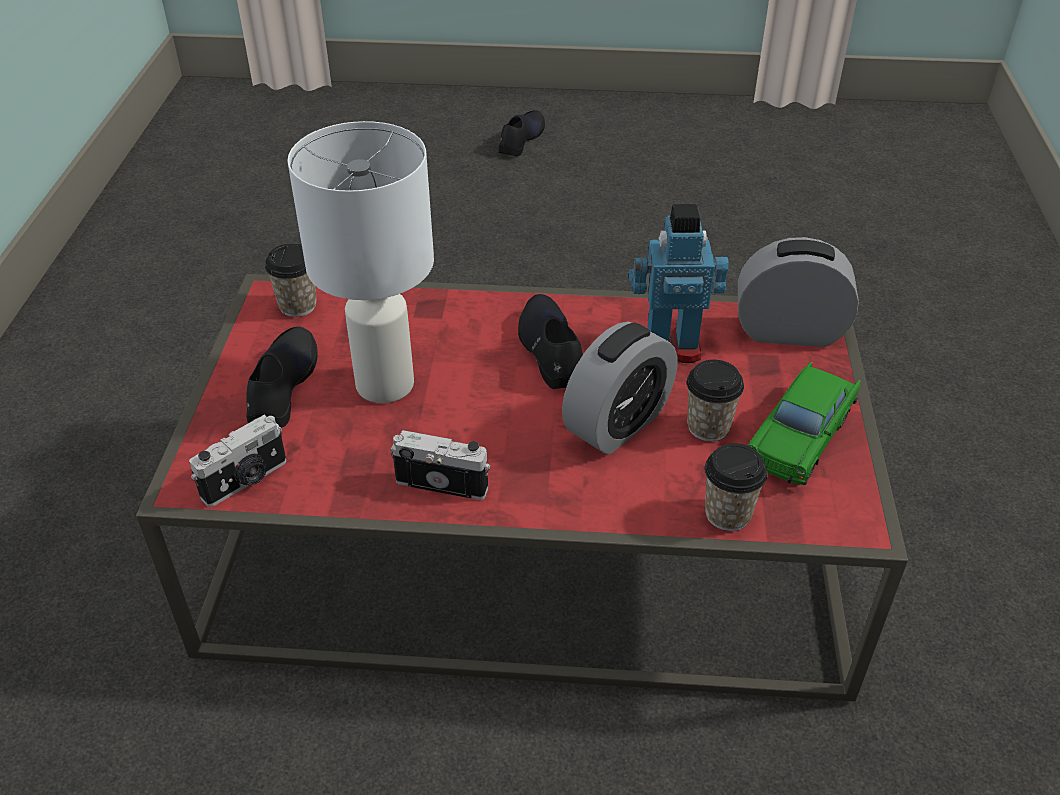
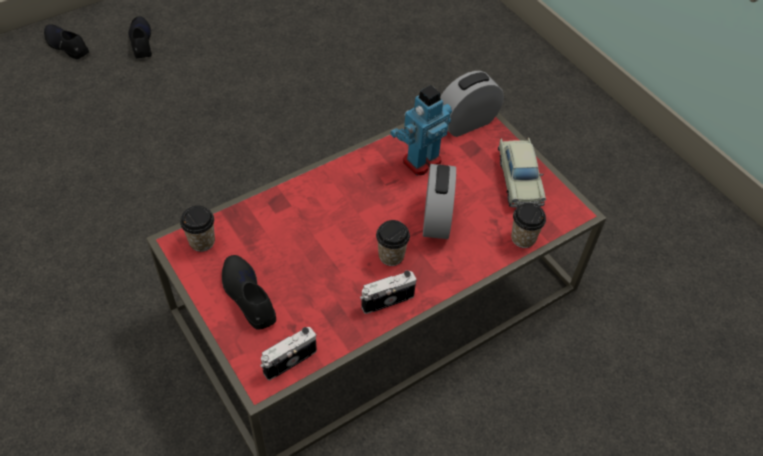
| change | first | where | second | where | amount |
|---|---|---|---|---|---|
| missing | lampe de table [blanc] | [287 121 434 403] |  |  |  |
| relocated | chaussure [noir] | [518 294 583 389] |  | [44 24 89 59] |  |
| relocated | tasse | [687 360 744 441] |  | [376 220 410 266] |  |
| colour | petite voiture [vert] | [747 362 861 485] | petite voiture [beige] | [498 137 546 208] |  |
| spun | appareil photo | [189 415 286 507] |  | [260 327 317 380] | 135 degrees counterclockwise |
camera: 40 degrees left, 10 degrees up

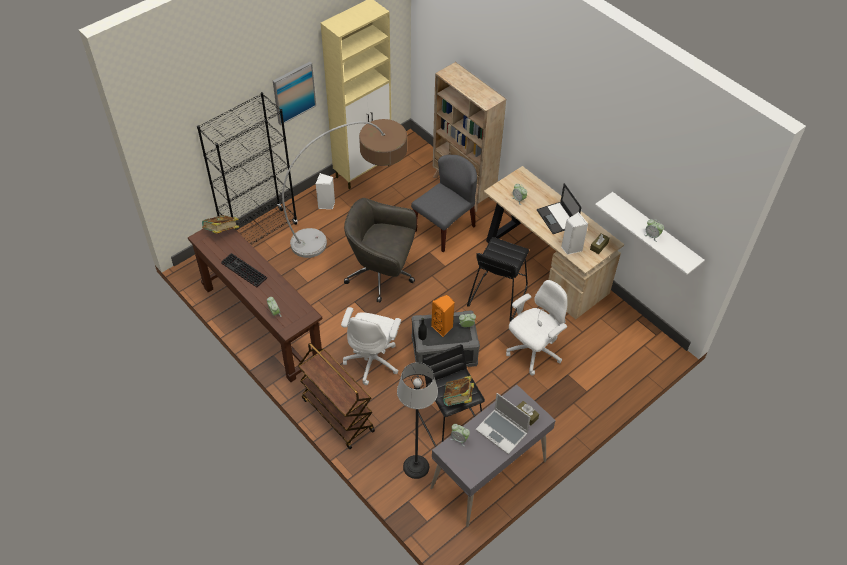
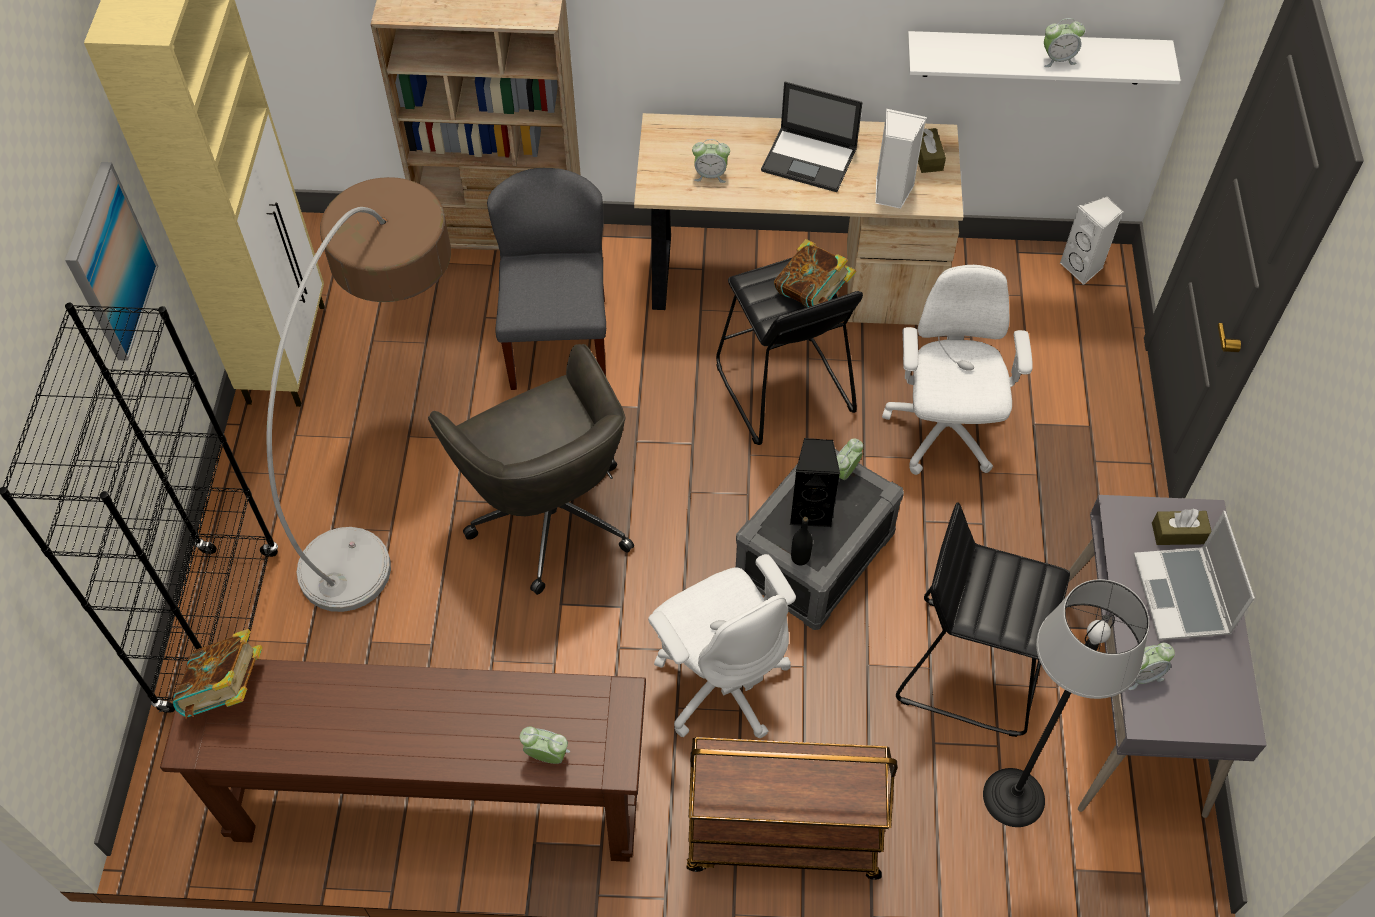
| change | first | where | second | where | amount |
|---|---|---|---|---|---|
| missing | clavier | [221 253 267 287] |  |  |  |
| relocated | enceinte [blanc] | [316 173 335 209] |  | [1060 196 1123 285] |  |
| relocated | livre | [443 376 474 406] |  | [774 239 856 307] |  |
| colour | enceinte [orange] | [431 295 455 337] | enceinte [noir] | [790 438 840 528] |  |
| spun | chaise de bureau [gris] | [344 198 417 302] |  | [428 344 634 595] | 90 degrees counterclockwise |
| spun | ordinateur portable | [476 393 531 454] |  | [1133 511 1255 640] | 90 degrees clockwise |
camera: 45 degrees left, 5 degrees up

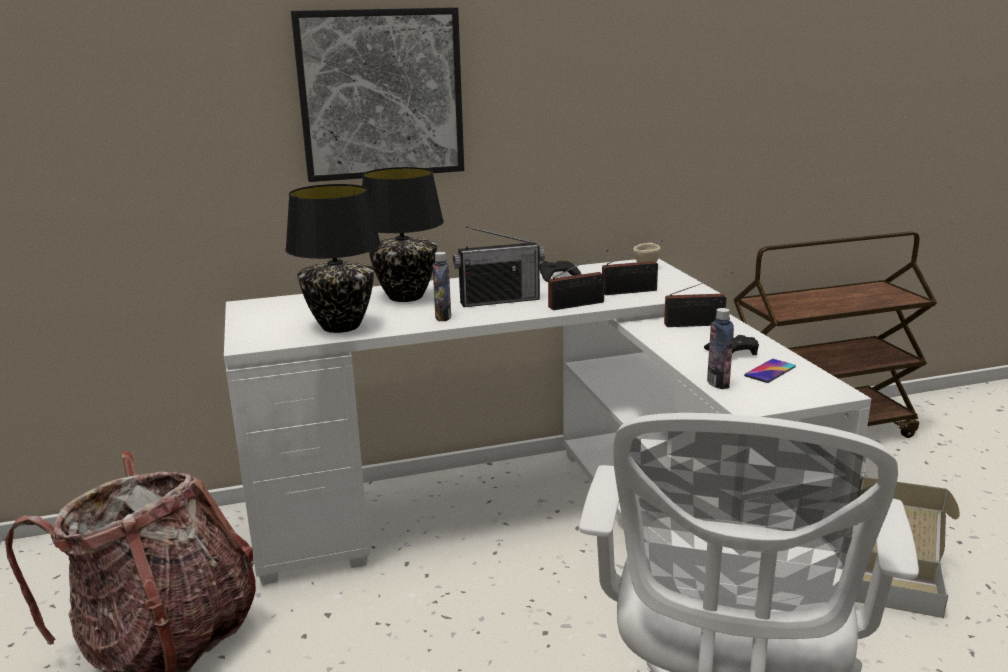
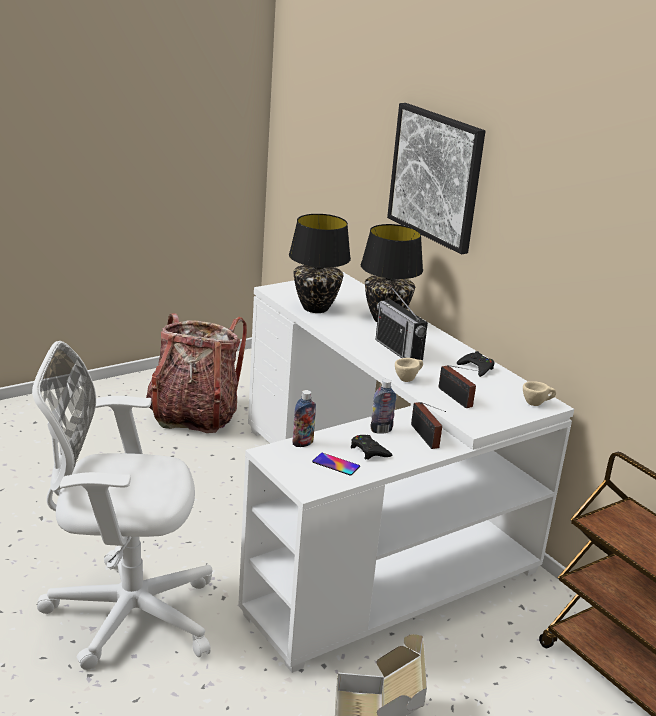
| change | first | where | second | where | amount |
|---|---|---|---|---|---|
| relocated | bouteille | [433 252 451 321] |  | [370 379 396 434] |  |
| exchanged | radio | [548 250 608 310] | tasse [beige] | [395 358 423 382] |  |
camera: 70 degrees right, 5 degrees up

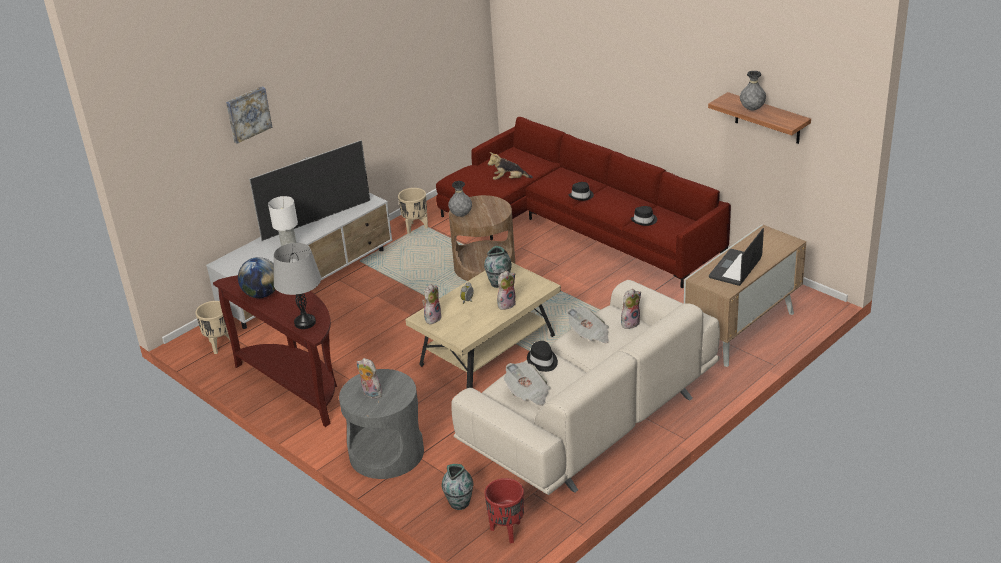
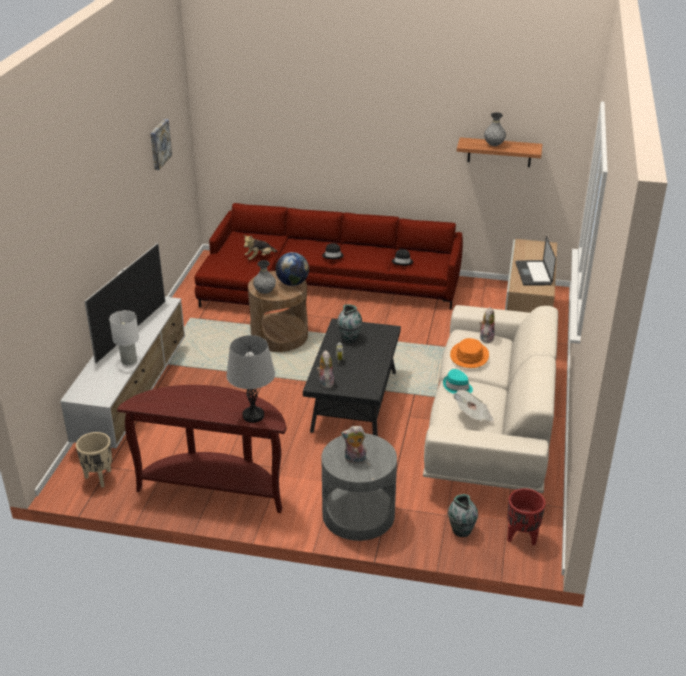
| change | first | where | second | where | amount |
|---|---|---|---|---|---|
| missing | cache-pot [beige] | [398 188 428 234] |  |  |  |
| missing | peluche | [497 271 516 310] |  |  |  |
| relocated | tableau | [226 87 272 144] |  | [150 119 172 170] |  |
| relocated | globe | [238 257 276 298] |  | [276 252 309 286] |  |
| exchanged | journal | [567 307 609 343] | chapeau [orange] | [450 338 489 368] |  |
| colour | table basse [beige] | [405 262 561 389] | table basse [noir] | [303 319 401 436] |  |
| colour | chapeau [noir] | [527 341 558 372] | chapeau [turquoise] | [443 369 473 394] |  |
camera: 35 degrees left, 0 degrees up

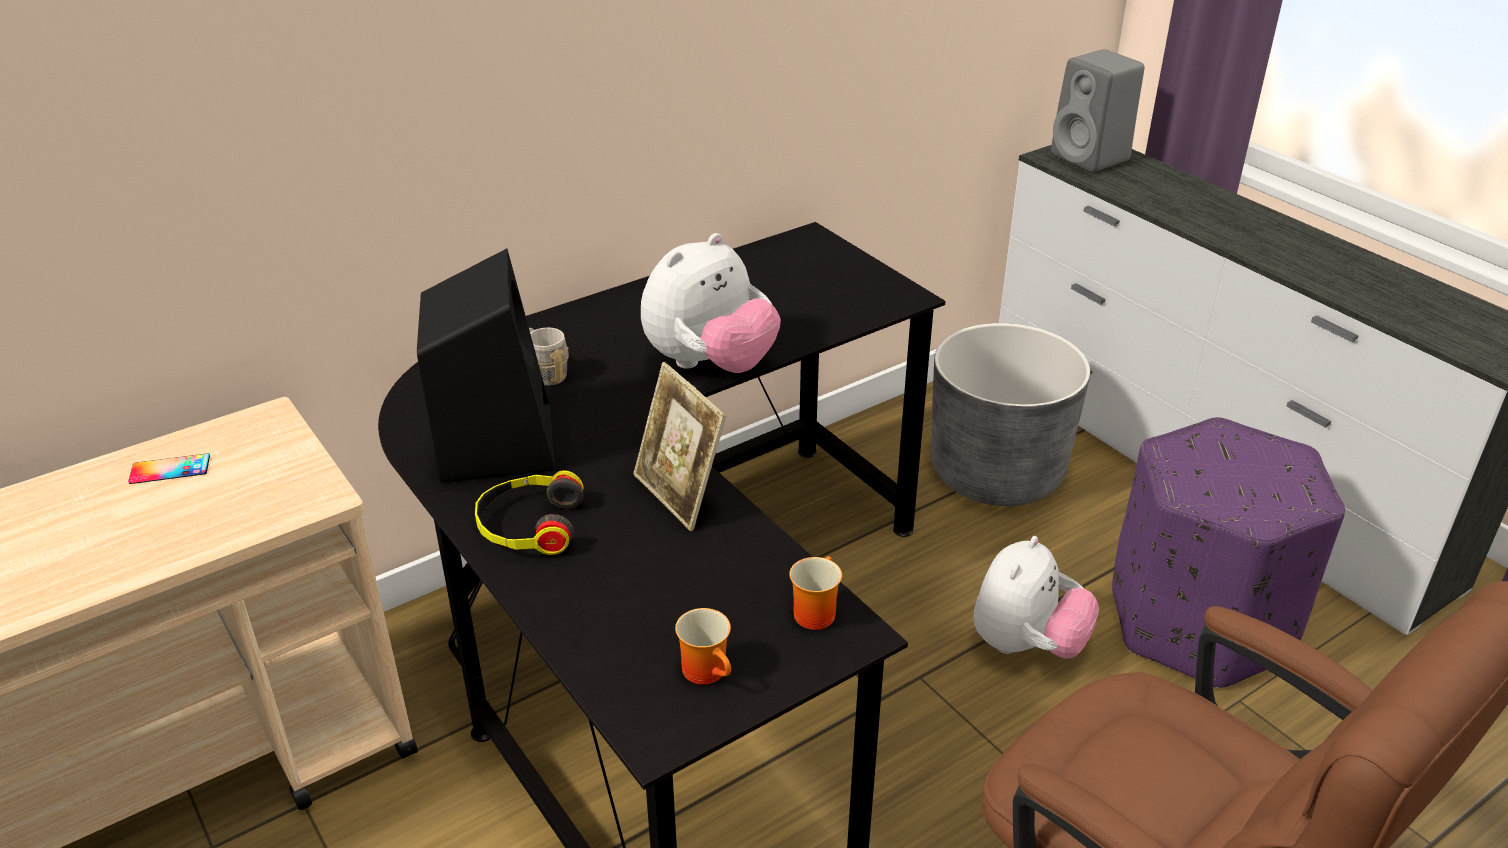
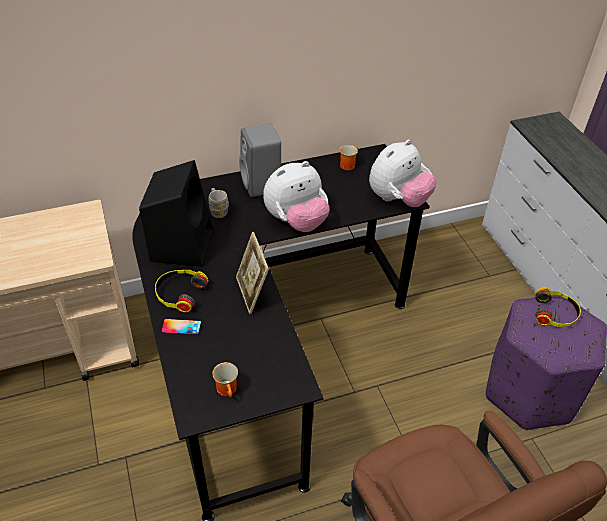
| change | first | where | second | where | amount |
|---|---|---|---|---|---|
| missing | cache-pot [gris] | [931 323 1090 506] |  |  |  |
| appeared |  |  | casque audio | [535 287 581 327] |  |
| relocated | téléphone | [128 453 210 484] |  | [161 319 201 335] |  |
| relocated | mug | [789 556 842 630] |  | [340 145 358 170] |  |
| relocated | peluche | [974 536 1099 659] |  | [369 140 437 207] |  |
| relocated | enceinte [gris] | [1051 49 1145 172] |  | [239 123 281 197] |  |
camera: 15 degrees right, 10 degrees up

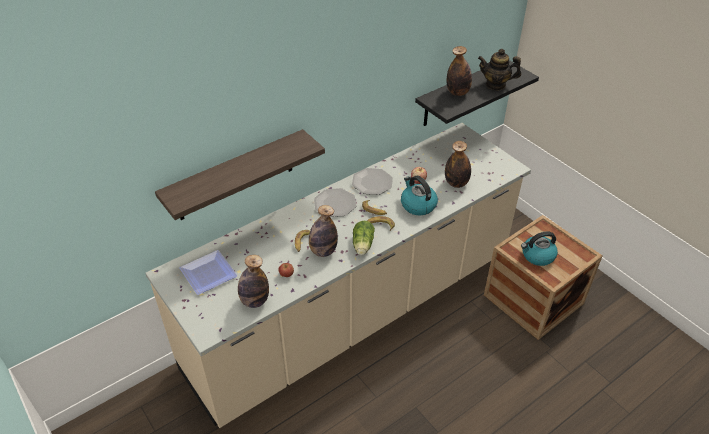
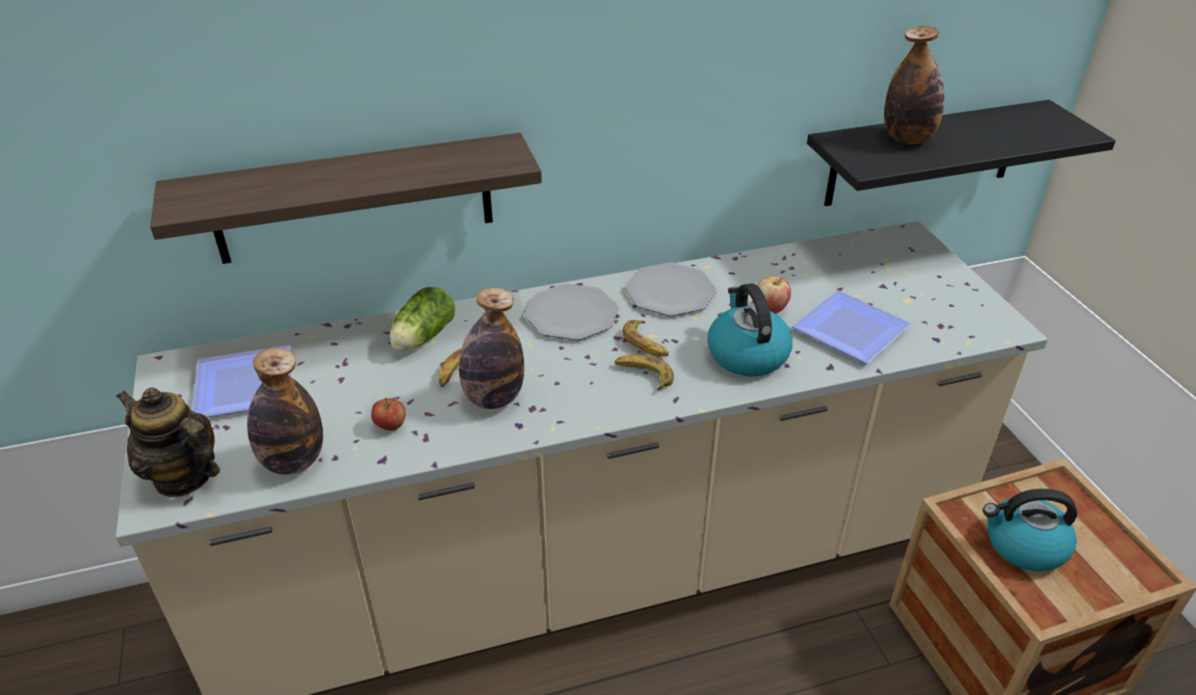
| change | first | where | second | where | amount |
|---|---|---|---|---|---|
| relocated | laitue | [353 221 375 255] |  | [390 287 455 351] |  |
| relocated | théière | [478 49 521 91] |  | [116 387 220 497] |  |
| exchanged | bouteille | [445 141 471 188] | assiette | [792 290 912 364] |  |
camera: 20 degrees right, 5 degrees down

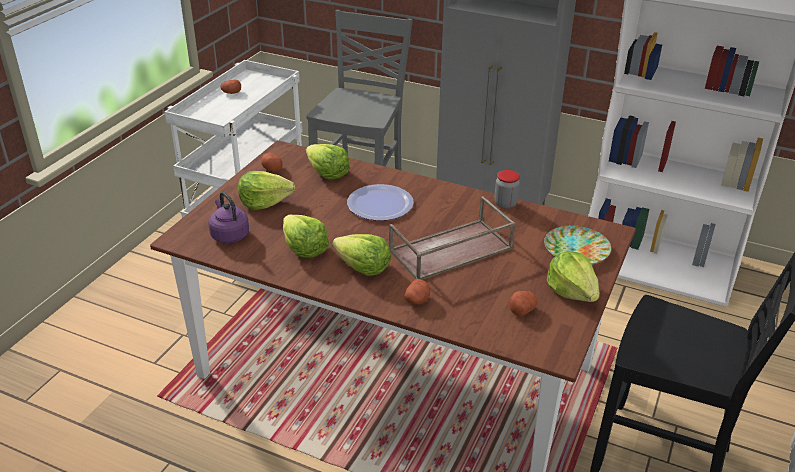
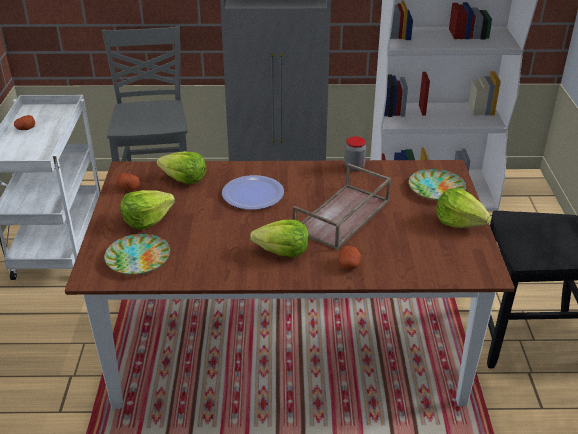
| change | first | where | second | where | amount |
|---|---|---|---|---|---|
| missing | laitue | [283 214 329 258] |  |  |  |
| missing | pomme de terre | [509 291 537 316] |  |  |  |
| exchanged | bouilloire [violet] | [208 192 249 243] | assiette | [104 234 170 275] |  |
camera: 25 degrees left, 0 degrees up

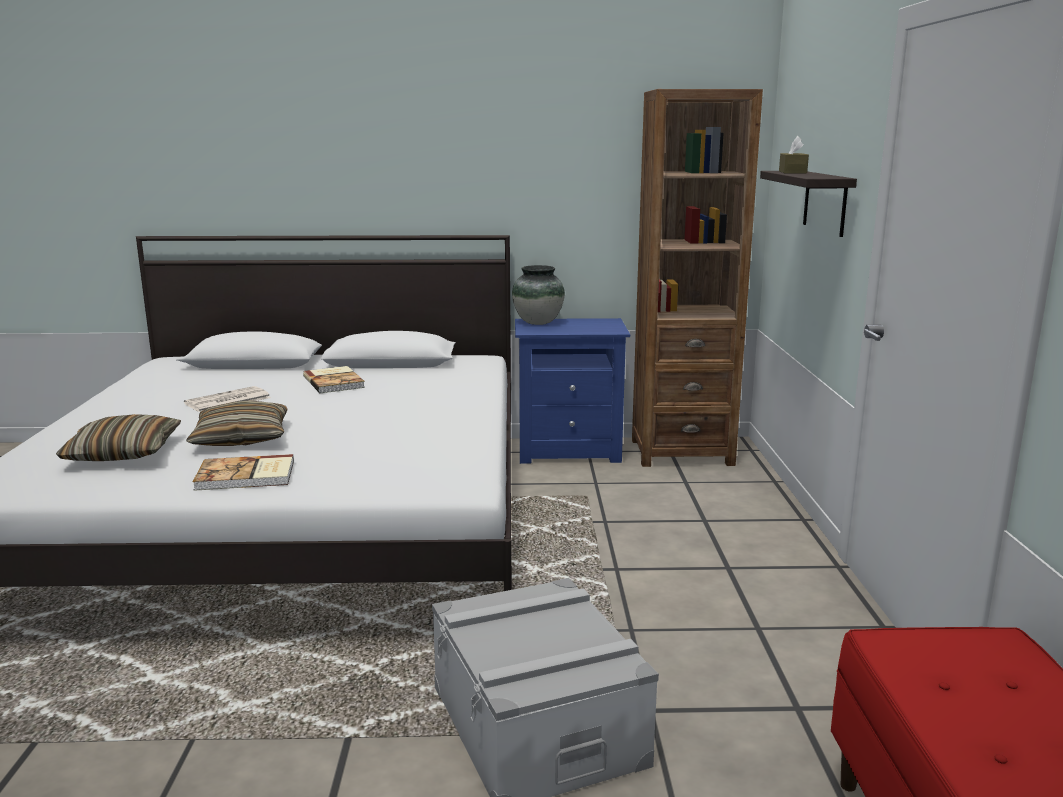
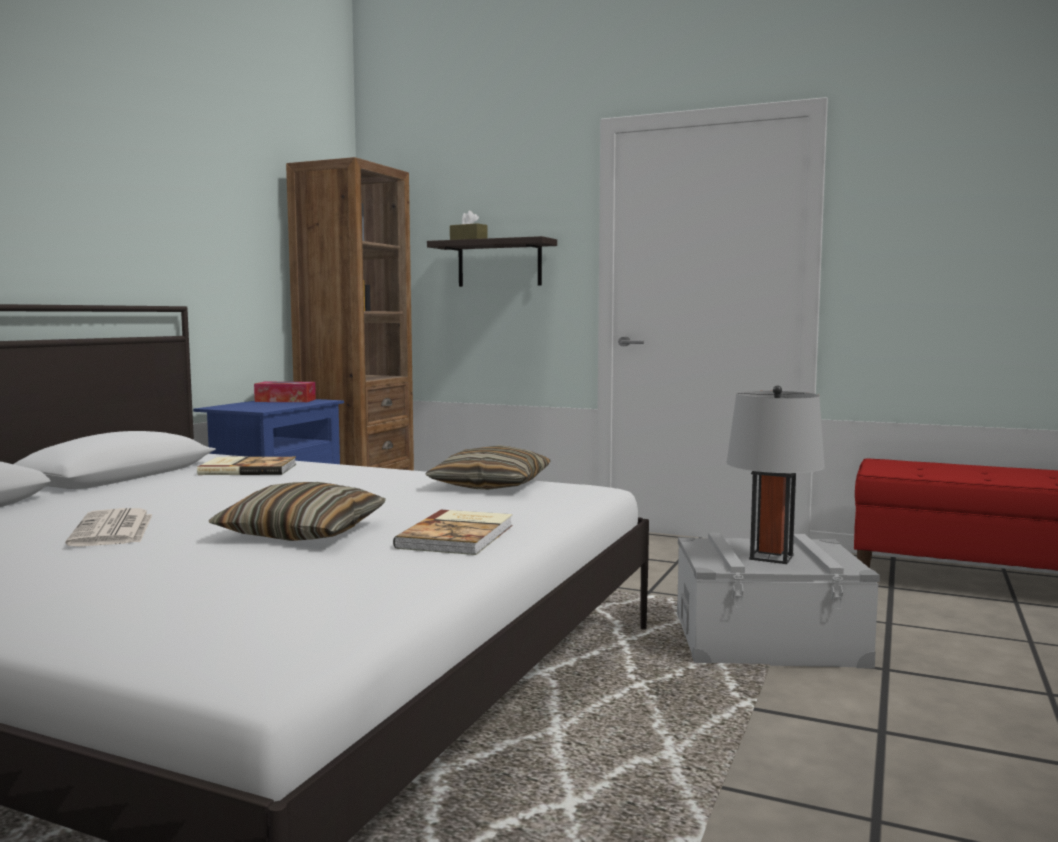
| change | first | where | second | where | amount |
|---|---|---|---|---|---|
| missing | vase | [512 265 565 325] |  |  |  |
| appeared |  |  | boîte à mouchoirs | [254 382 316 402] |  |
| appeared |  |  | lampe de table [gris] | [726 385 825 564] |  |
| relocated | coussin | [56 414 181 461] |  | [425 445 551 490] |  |
| relocated | livre | [303 366 365 393] |  | [197 457 296 475] |  |
camera: 65 degrees left, 10 degrees down

